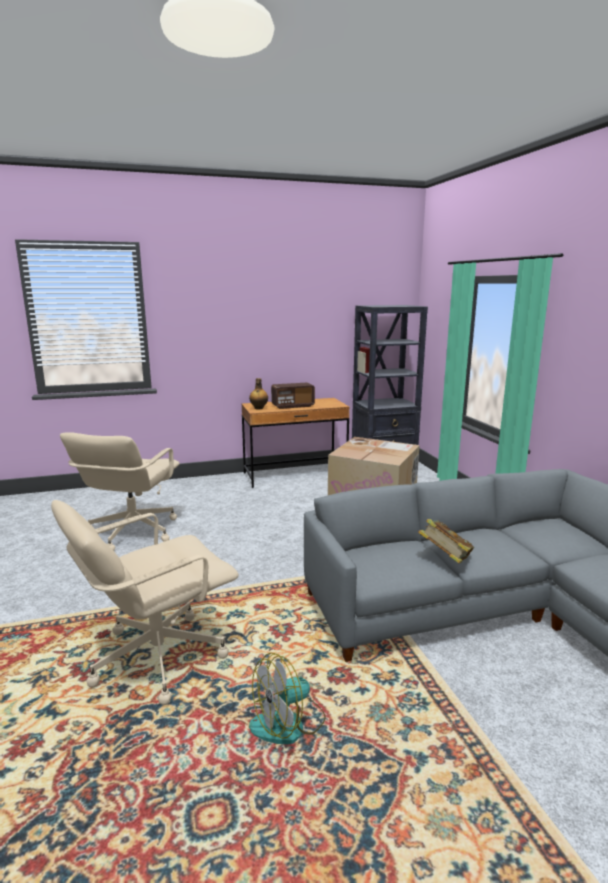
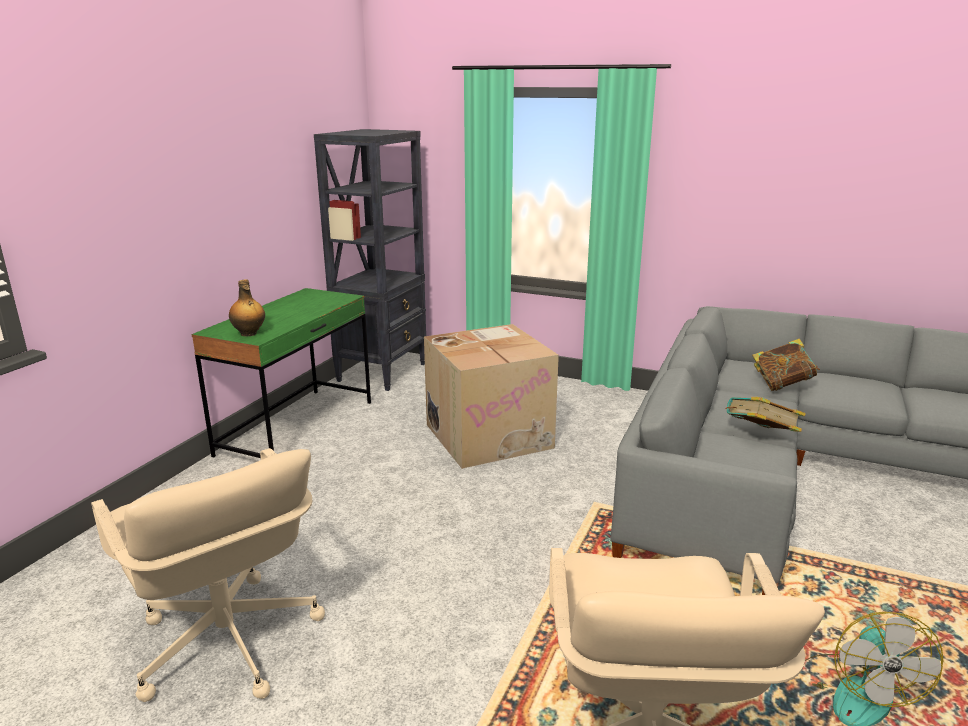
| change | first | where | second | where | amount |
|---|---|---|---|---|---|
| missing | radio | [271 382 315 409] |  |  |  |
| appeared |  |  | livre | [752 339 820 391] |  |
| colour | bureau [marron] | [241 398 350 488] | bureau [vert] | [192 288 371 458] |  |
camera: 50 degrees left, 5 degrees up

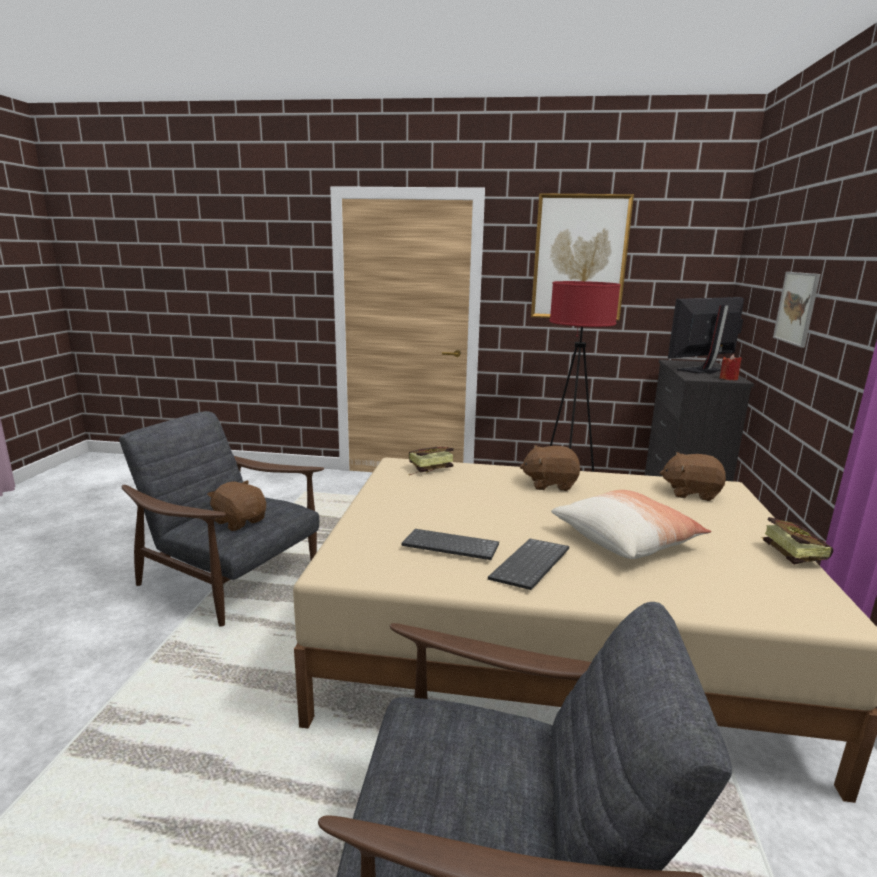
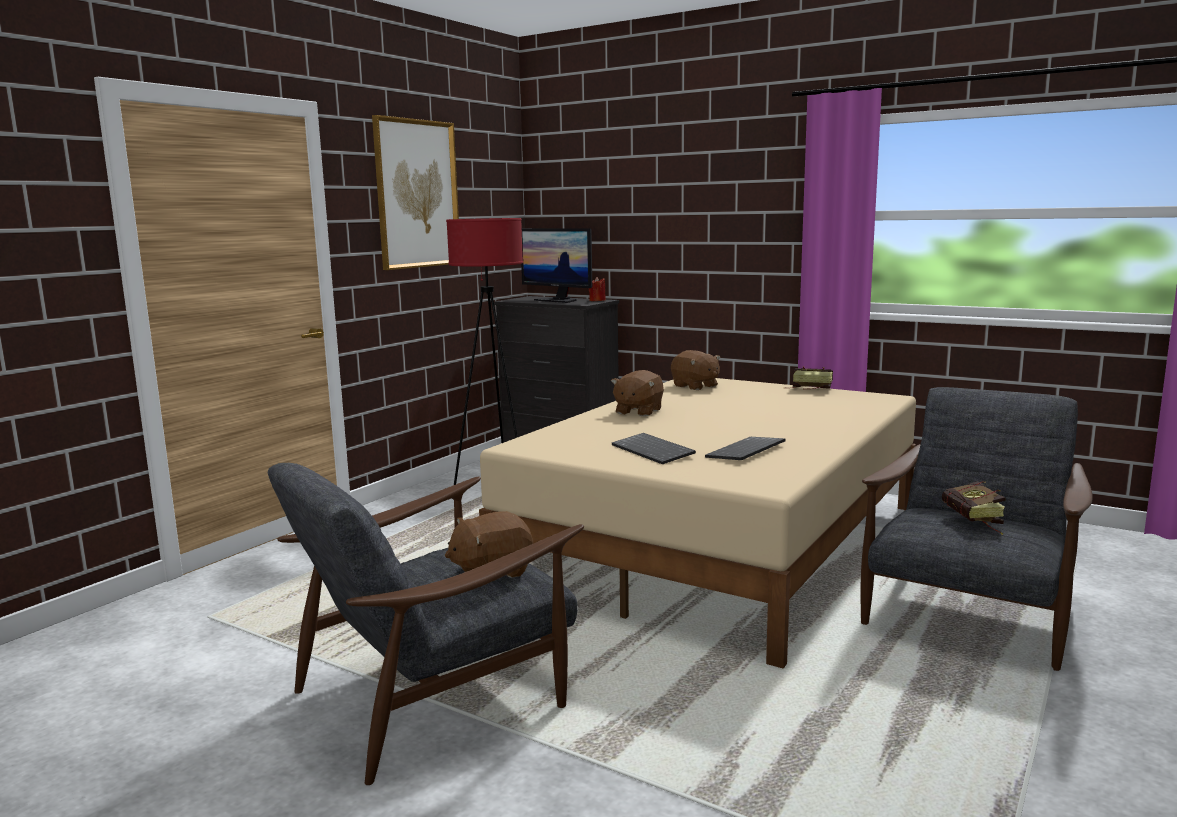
| change | first | where | second | where | amount |
|---|---|---|---|---|---|
| missing | coussin | [551 490 711 559] |  |  |  |
| missing | tableau | [773 272 820 348] |  |  |  |
| relocated | livre | [408 447 454 476] |  | [942 481 1006 535] |  |
| relocated | clavier | [488 539 569 590] |  | [612 433 696 464] |  |
| spun | peluche [marron] | [660 452 726 501] |  | [671 350 721 390] | 75 degrees counterclockwise |
| spun | écran d'ordinateur | [668 297 744 374] |  | [521 228 592 303] | 45 degrees counterclockwise |
camera: 65 degrees left, 5 degrees down

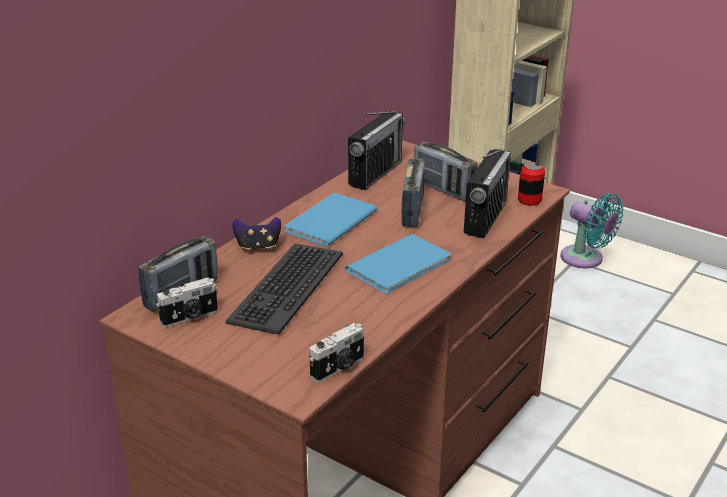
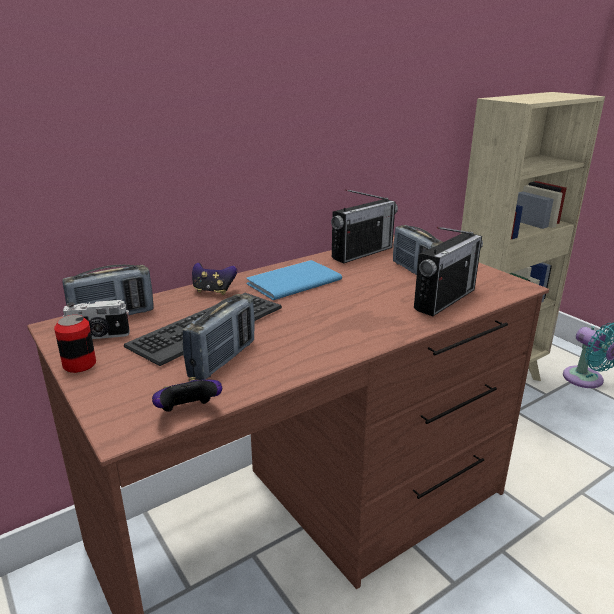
| change | first | where | second | where | amount |
|---|---|---|---|---|---|
| missing | livre [bleu] | [345 234 451 294] |  |  |  |
| relocated | radio | [401 158 425 227] |  | [182 294 255 380] |  |
| relocated | boîte métallique | [518 162 545 206] |  | [54 315 96 373] |  |
| exchanged | appareil photo | [309 323 364 383] | manette | [152 377 222 412] |  |
camera: 20 degrees right, 5 degrees down

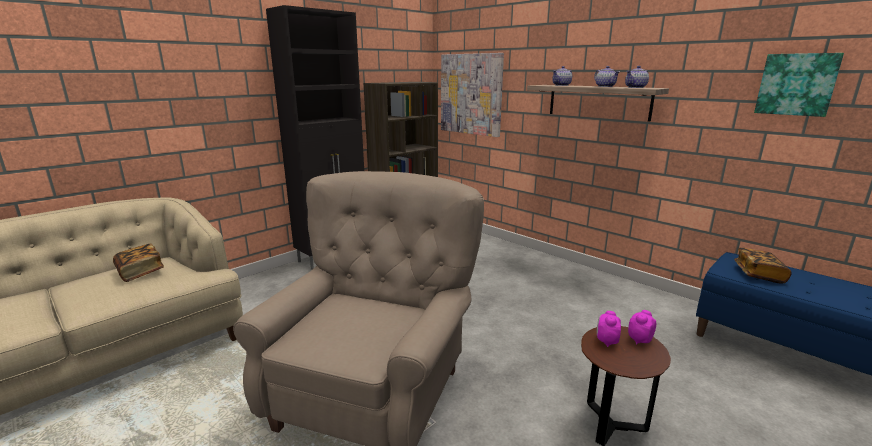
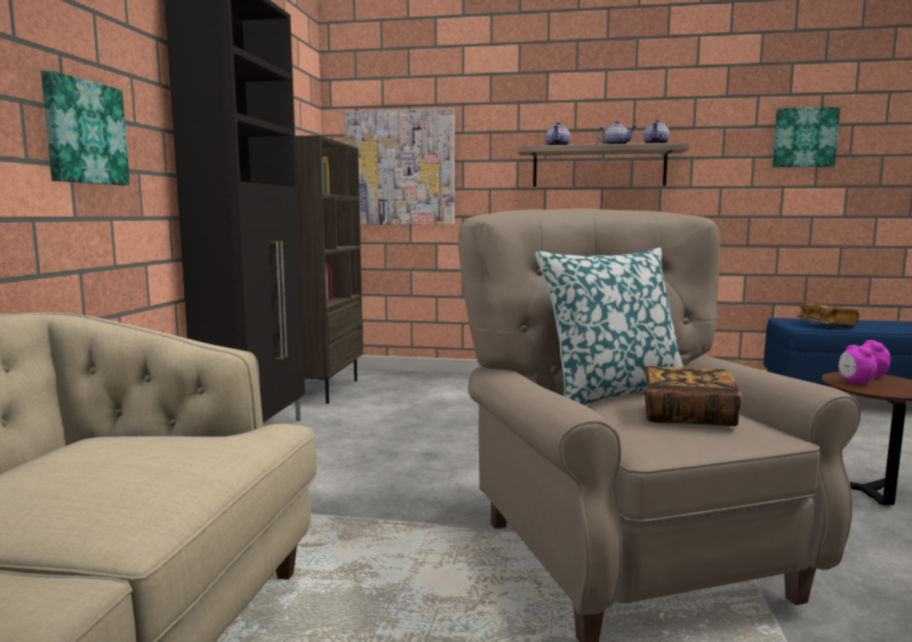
| change | first | where | second | where | amount |
|---|---|---|---|---|---|
| appeared |  |  | tableau | [41 70 130 185] |  |
| appeared |  |  | coussin | [535 247 684 405] |  |
| relocated | livre | [113 244 164 282] |  | [644 366 742 426] |  |
camera: 35 degrees left, 10 degrees down

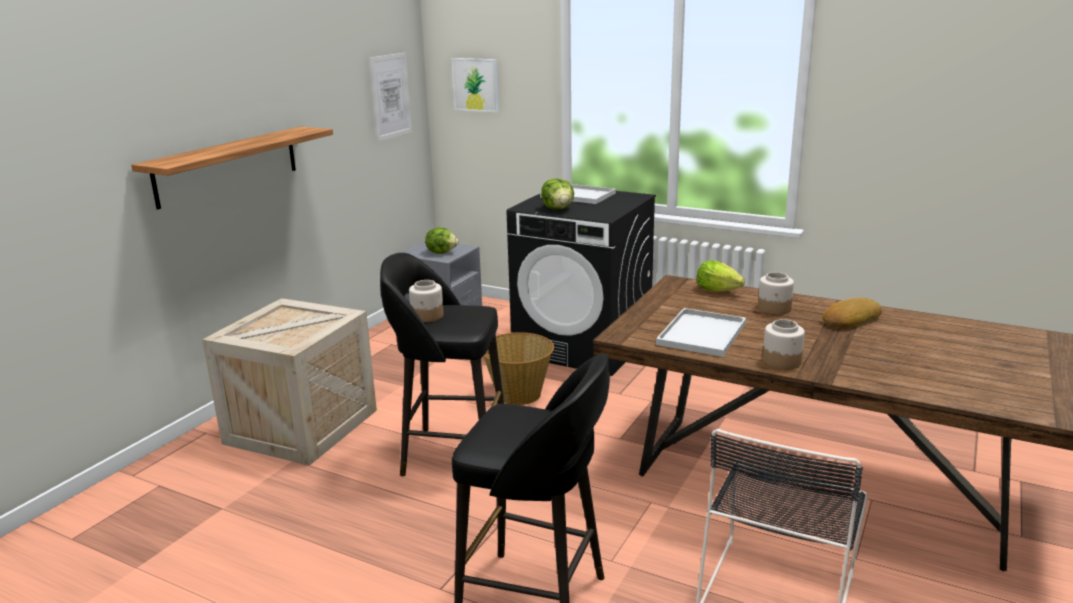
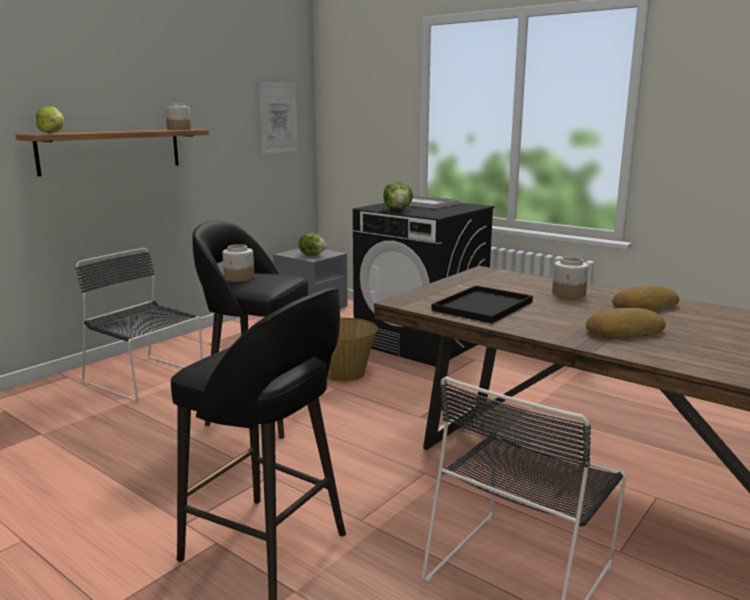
| change | first | where | second | where | amount |
|---|---|---|---|---|---|
| missing | tableau | [452 58 499 113] |  |  |  |
| appeared |  |  | pain | [586 308 666 338] |  |
| relocated | laitue | [696 260 745 292] |  | [36 106 64 133] |  |
| relocated | bocal | [763 319 805 370] |  | [165 103 191 130] |  |
| exchanged | caisse | [202 298 377 465] | chaise [noir] | [76 248 203 402] |  |
| colour | plateau [blanc] | [656 308 746 357] | plateau [noir] | [431 286 533 323] |  |
camera: 10 degrees right, 5 degrees down

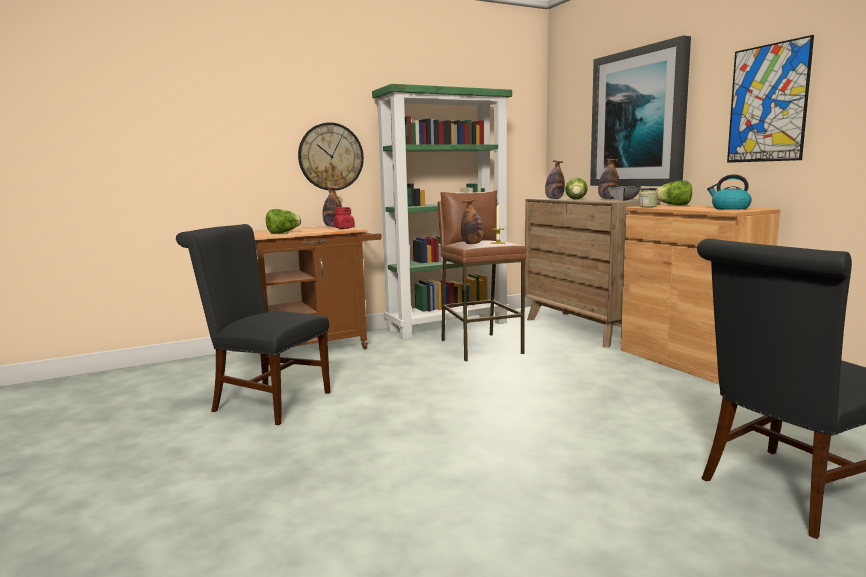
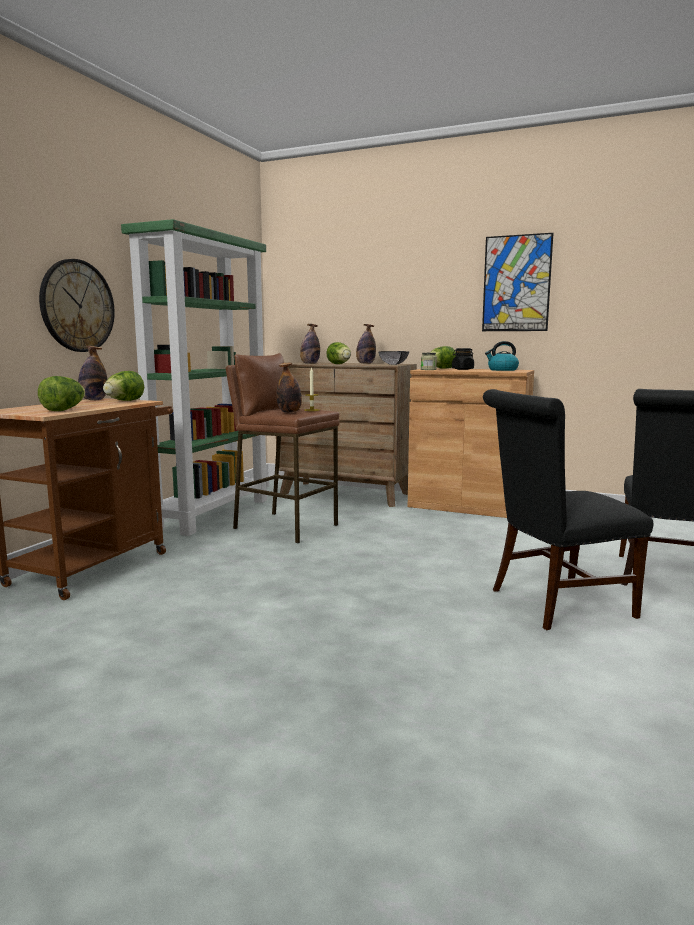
| change | first | where | second | where | amount |
|---|---|---|---|---|---|
| missing | tableau | [590 35 691 186] |  |  |  |
| appeared |  |  | bocal [noir] | [452 348 474 370] |  |
| relocated | chaise [noir] | [176 224 331 425] |  | [483 389 653 630] |  |
| exchanged | bocal [rouge] | [333 207 355 229] | laitue | [103 371 144 401] |  |
camera: 40 degrees left, 0 degrees up

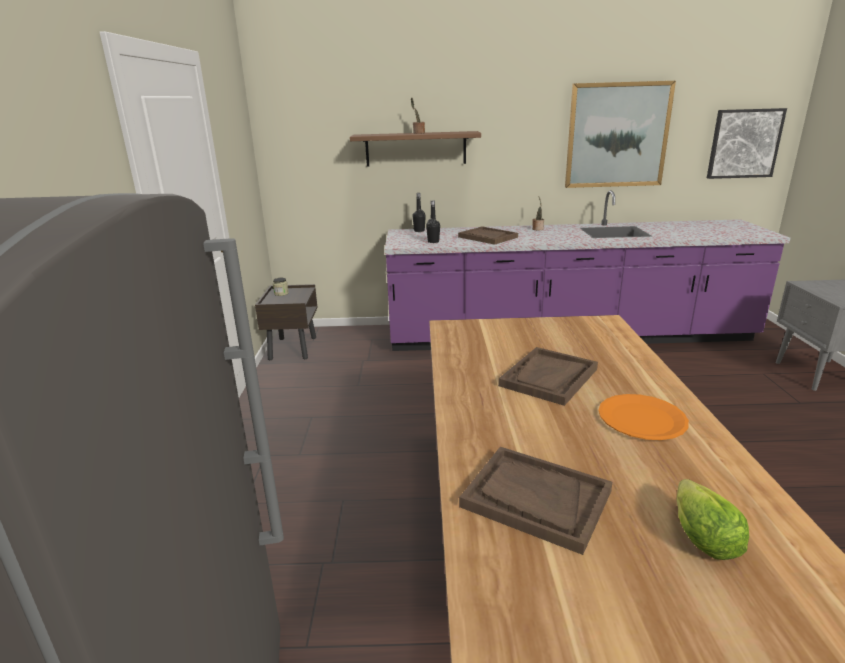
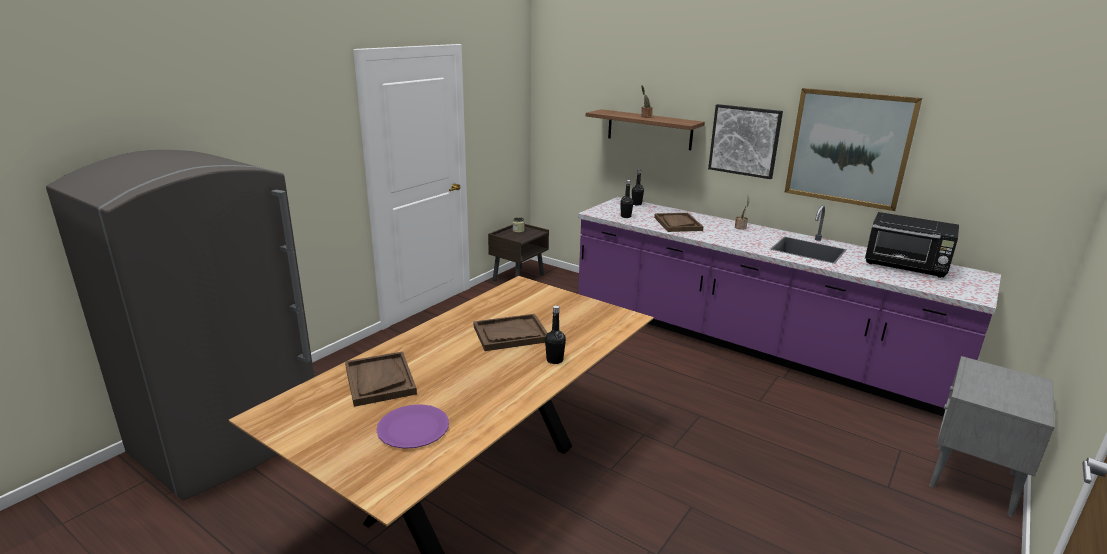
| change | first | where | second | where | amount |
|---|---|---|---|---|---|
| missing | assiette [orange] | [598 394 689 440] |  |  |  |
| appeared |  |  | bouteille [noir] | [545 306 566 364] |  |
| appeared |  |  | micro-ondes [noir] | [865 212 959 278] |  |
| relocated | tableau | [707 108 787 179] |  | [708 104 783 179] |  |
| exchanged | laitue | [676 479 749 560] | assiette [violet] | [376 404 449 449] |  |
camera: 35 degrees right, 0 degrees up

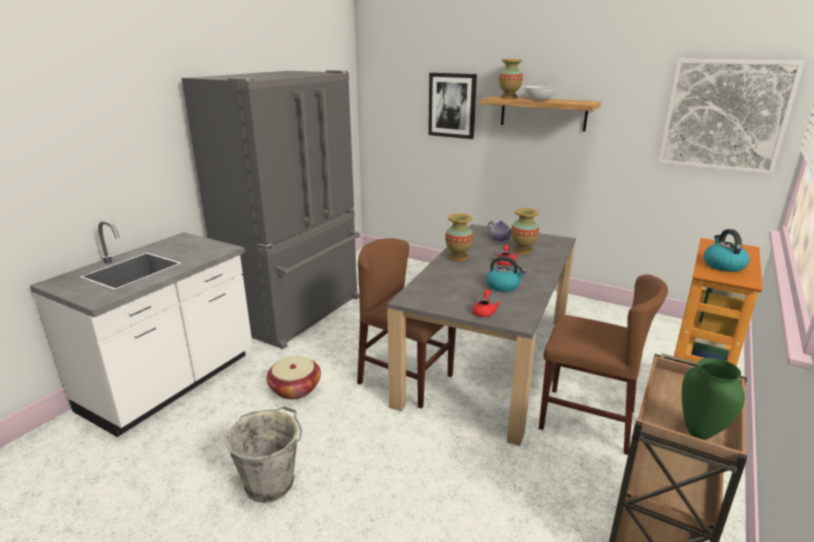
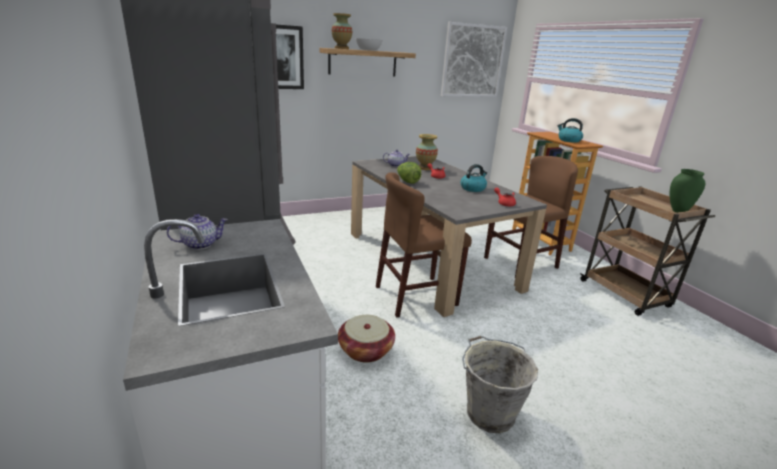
| change | first | where | second | where | amount |
|---|---|---|---|---|---|
| appeared |  |  | théière | [167 214 228 250] |  |
| exchanged | vase | [445 214 474 261] | laitue | [397 162 421 184] |  |
camera: 55 degrees left, 0 degrees up

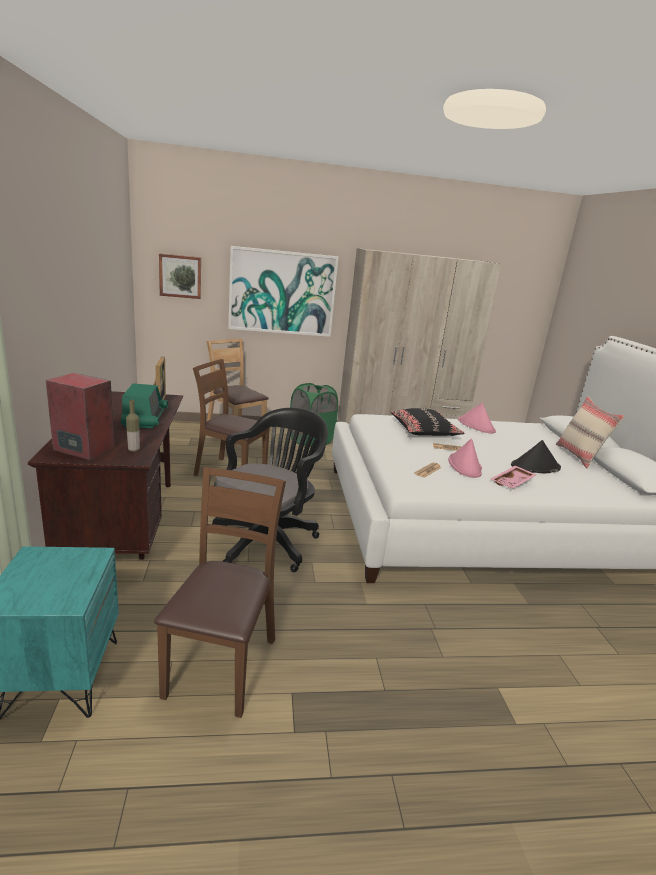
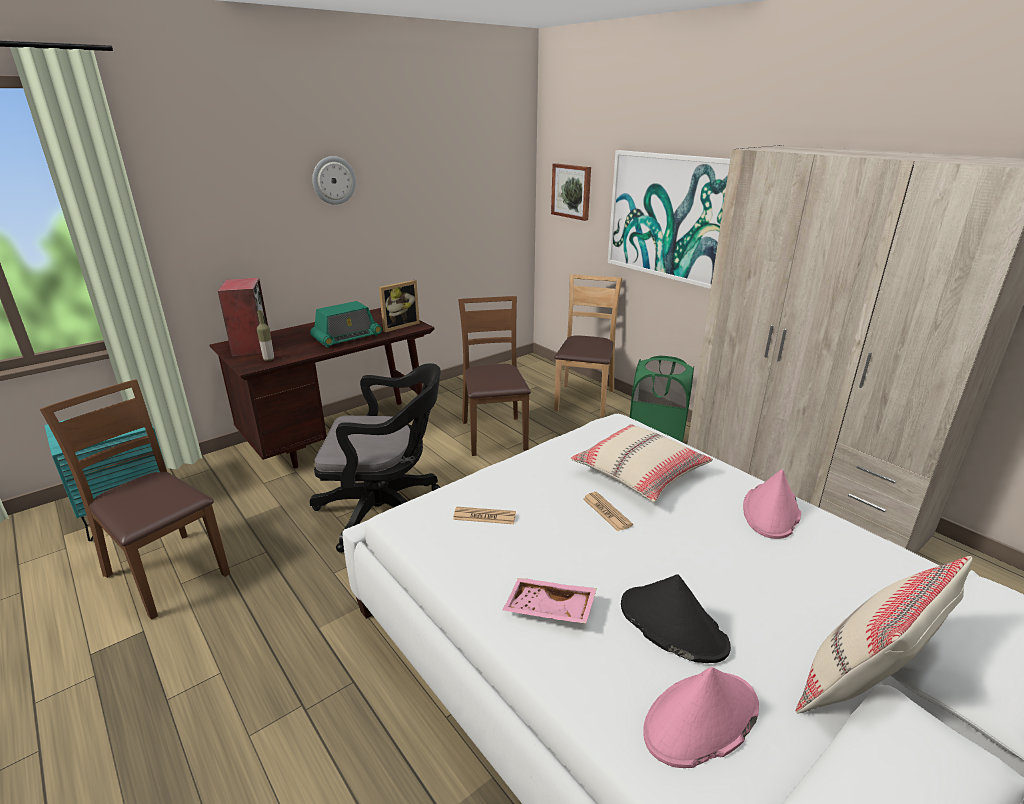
| change | first | where | second | where | amount |
|---|---|---|---|---|---|
| appeared |  |  | horloge murale | [312 156 356 205] |  |
| relocated | chapeau [rose] | [448 438 482 478] |  | [643 667 759 768] |  |
| colour | coussin [noir] | [391 408 465 436] | coussin [beige] | [571 424 713 502] |  |
| spun | chaise [marron] | [154 467 286 718] |  | [40 379 230 620] | 120 degrees counterclockwise |
camera: 60 degrees right, 5 degrees up

